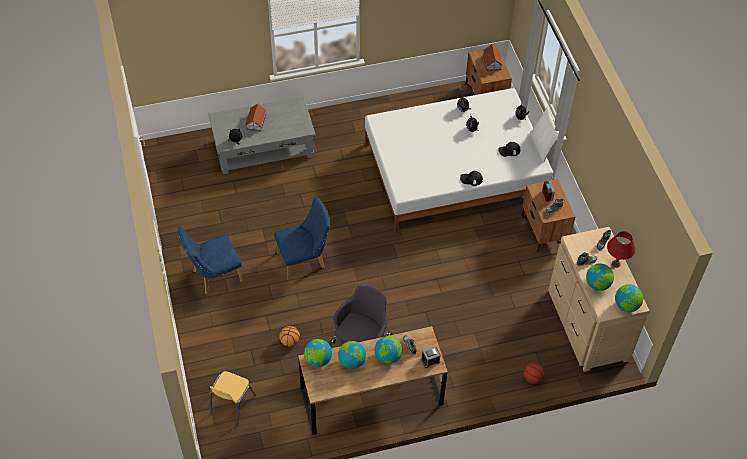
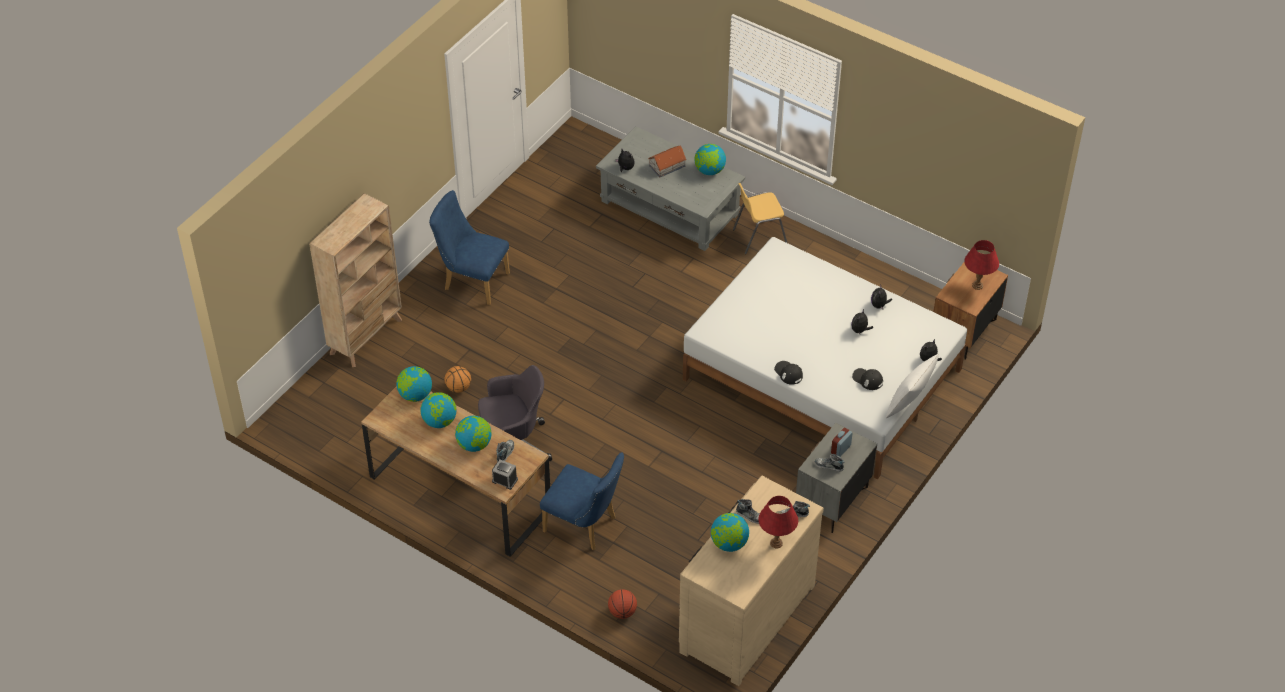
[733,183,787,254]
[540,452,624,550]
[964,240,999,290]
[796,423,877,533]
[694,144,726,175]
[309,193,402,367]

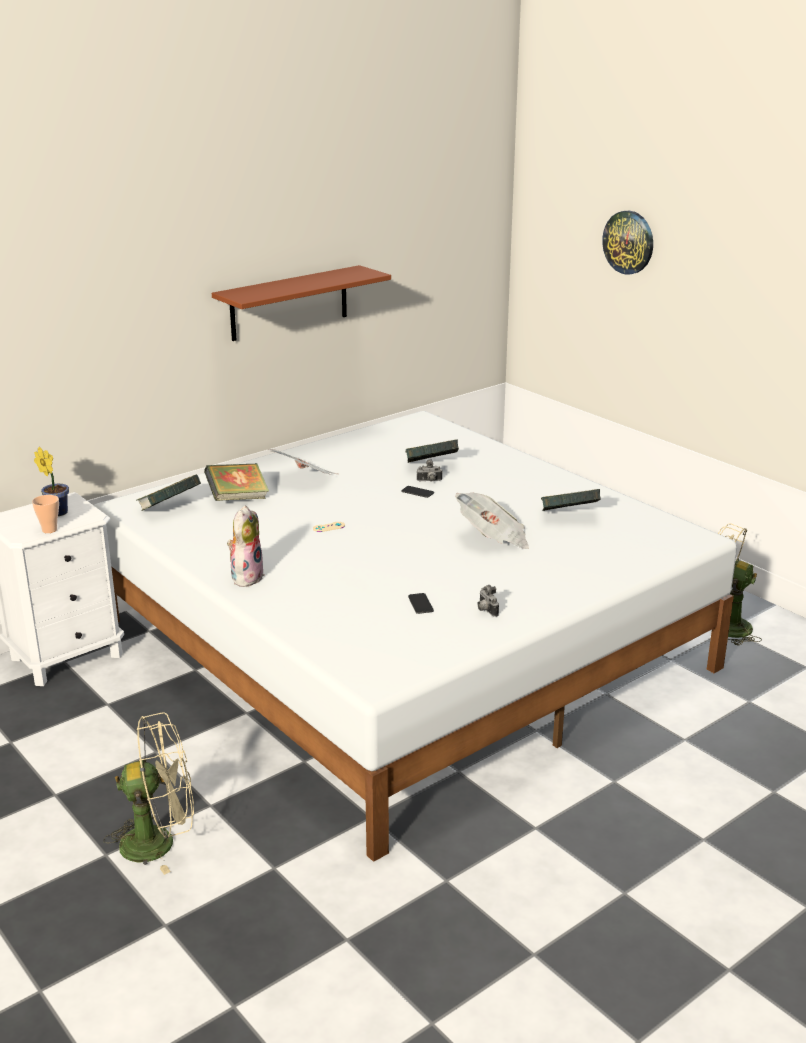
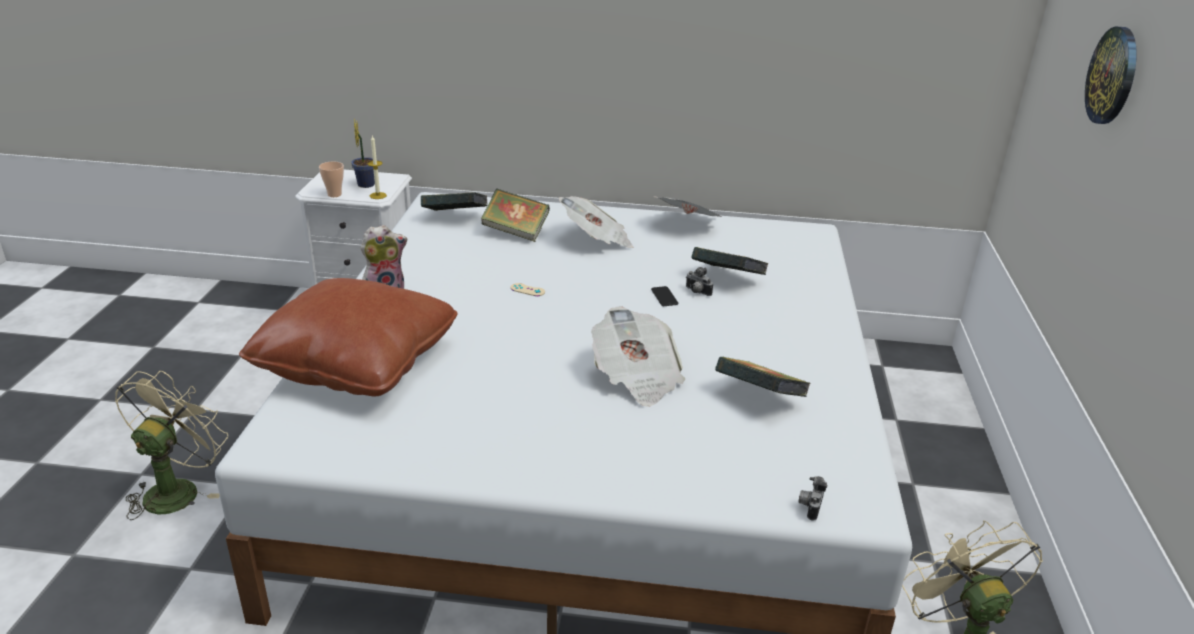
[115,371,228,520]
[212,265,391,341] (first image)
[408,593,434,614] (first image)
[798,476,827,521]
[239,278,458,396]
[368,136,387,199]
[653,196,721,217]

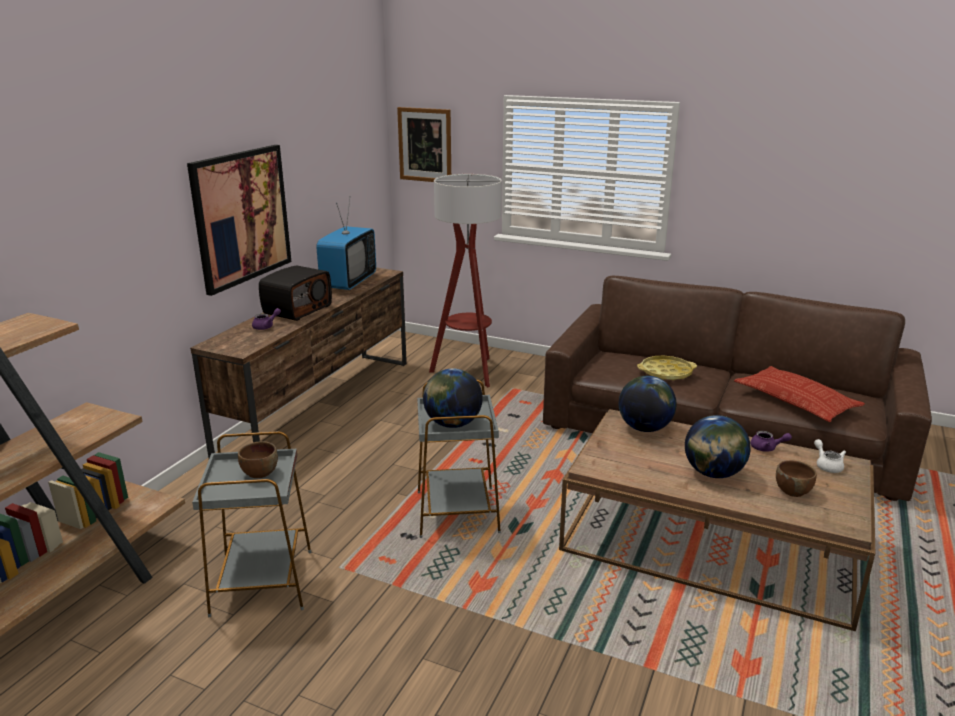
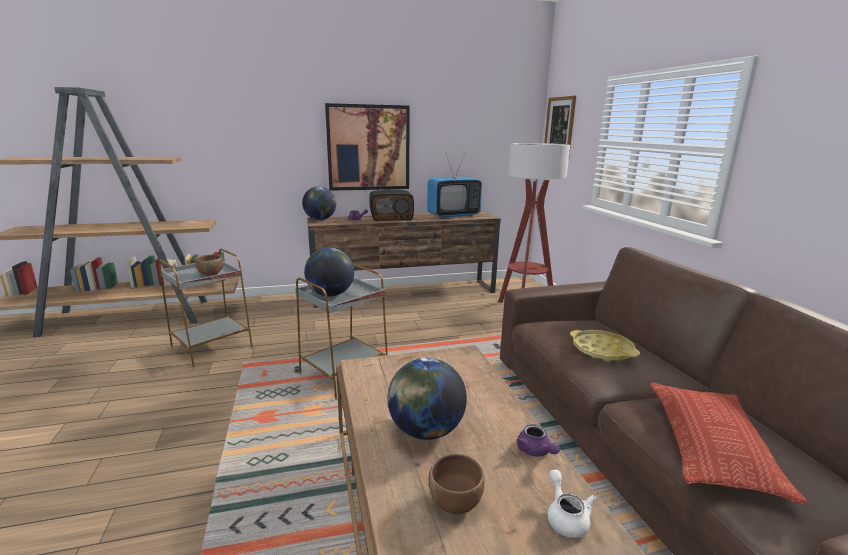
[302,186,336,220]
[548,470,596,538]

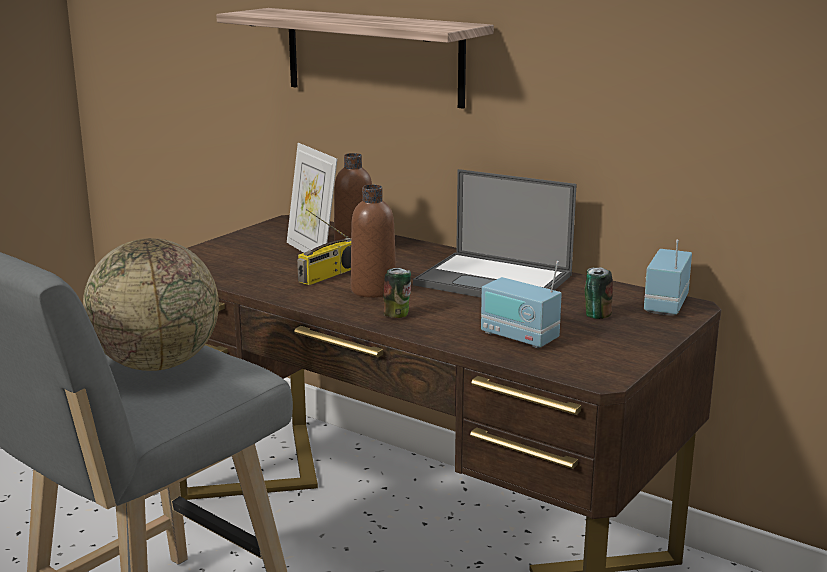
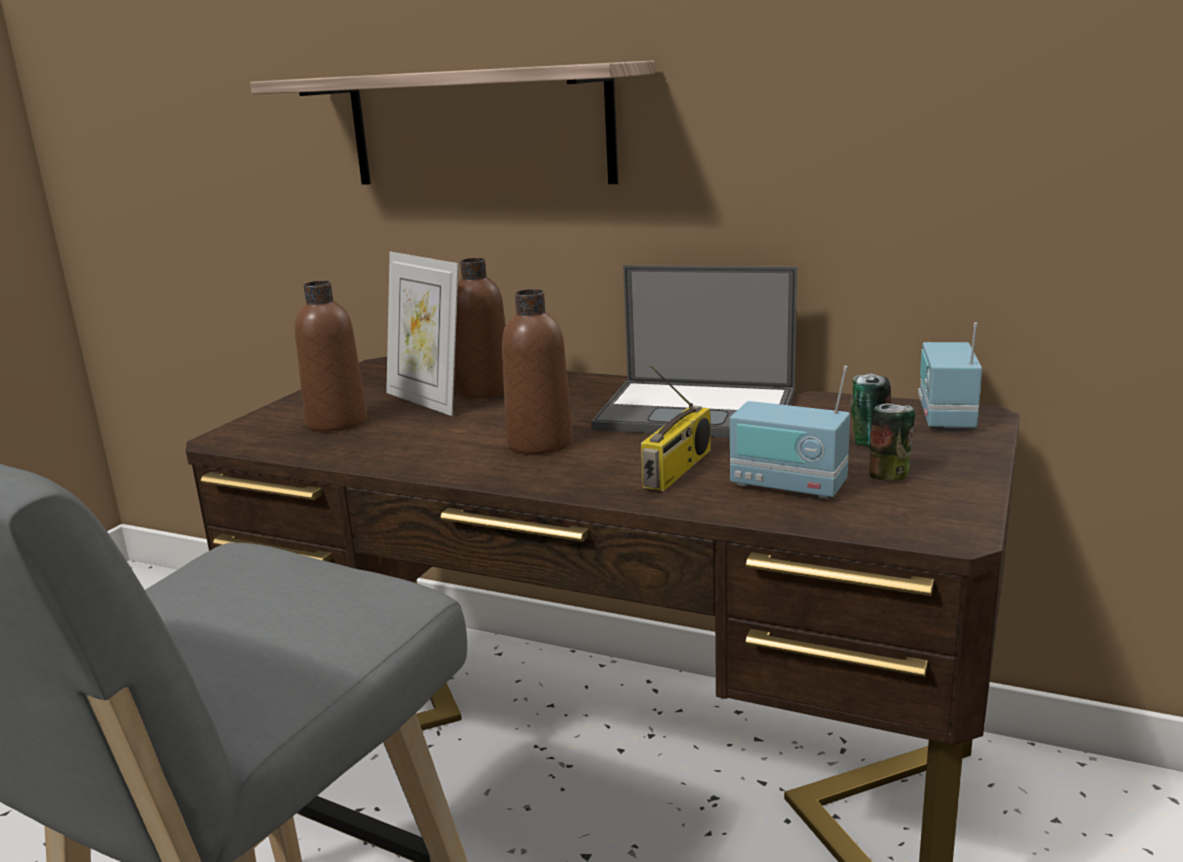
[83,238,219,371] (first image)
[641,365,711,491]
[869,404,915,481]
[295,281,367,432]

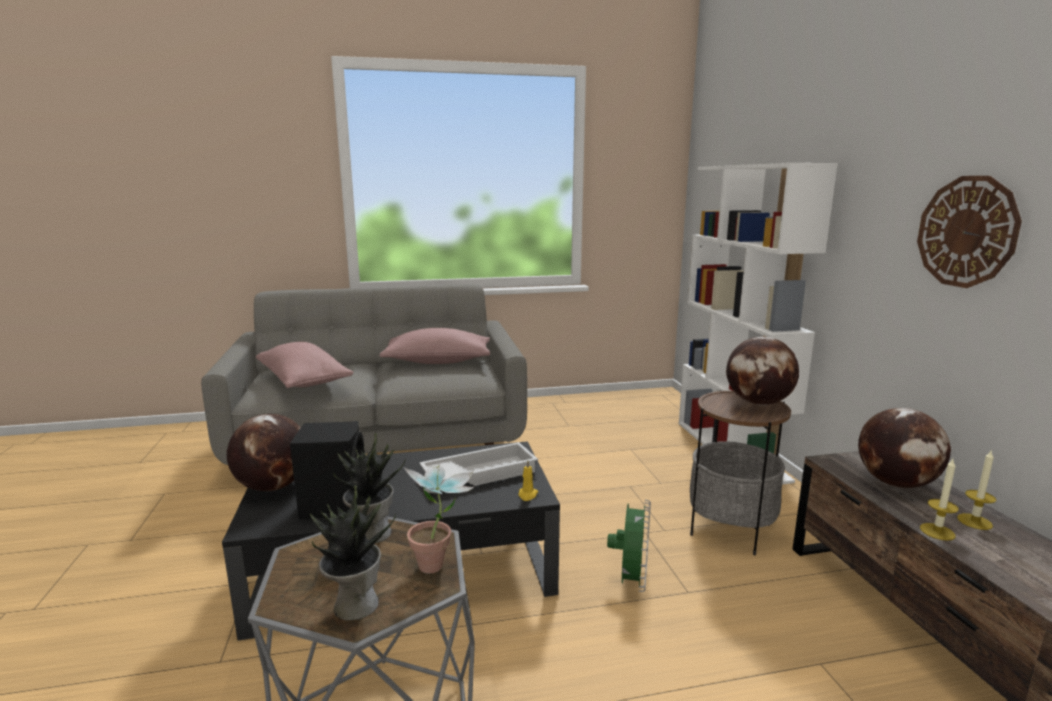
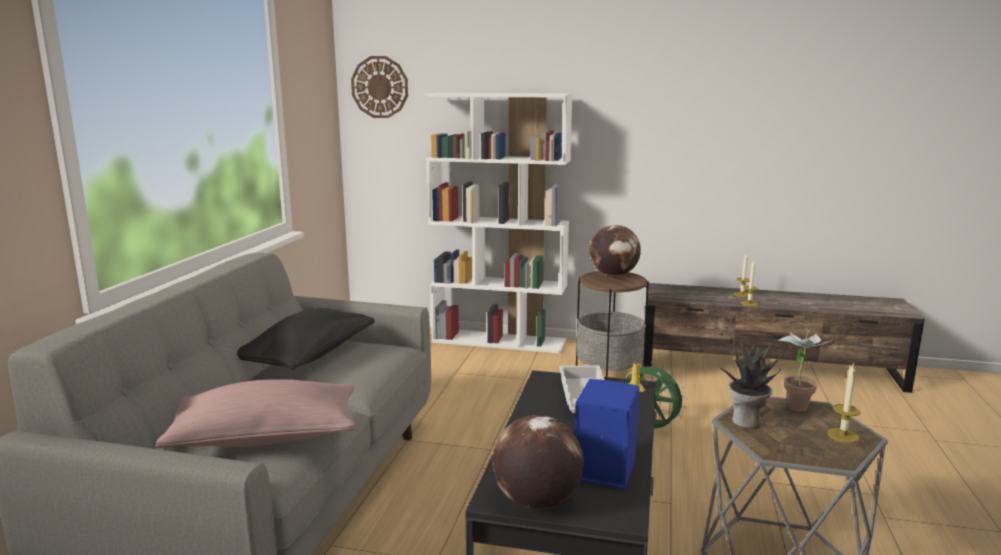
[575,379,640,489]
[827,363,861,443]
[237,308,375,370]
[858,408,951,488] (first image)
[351,56,408,118]

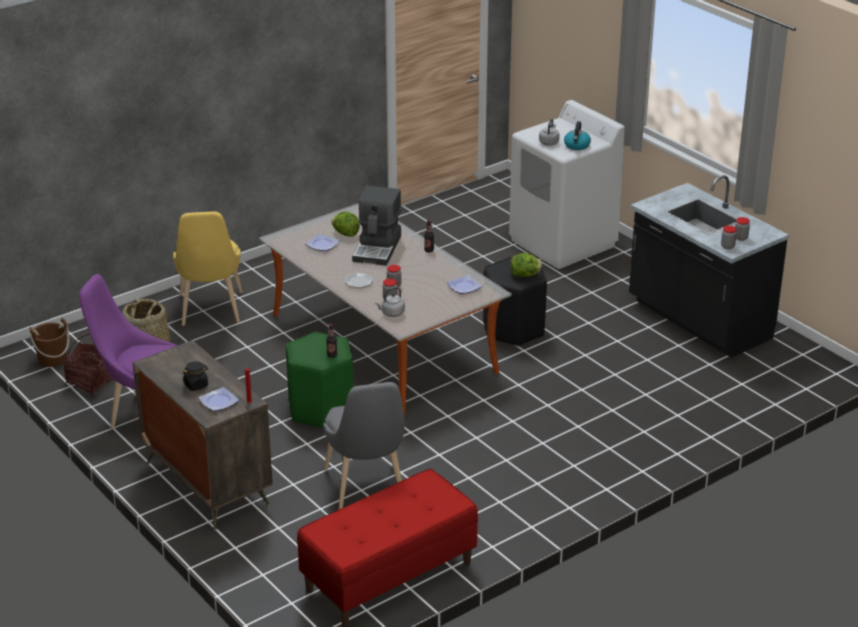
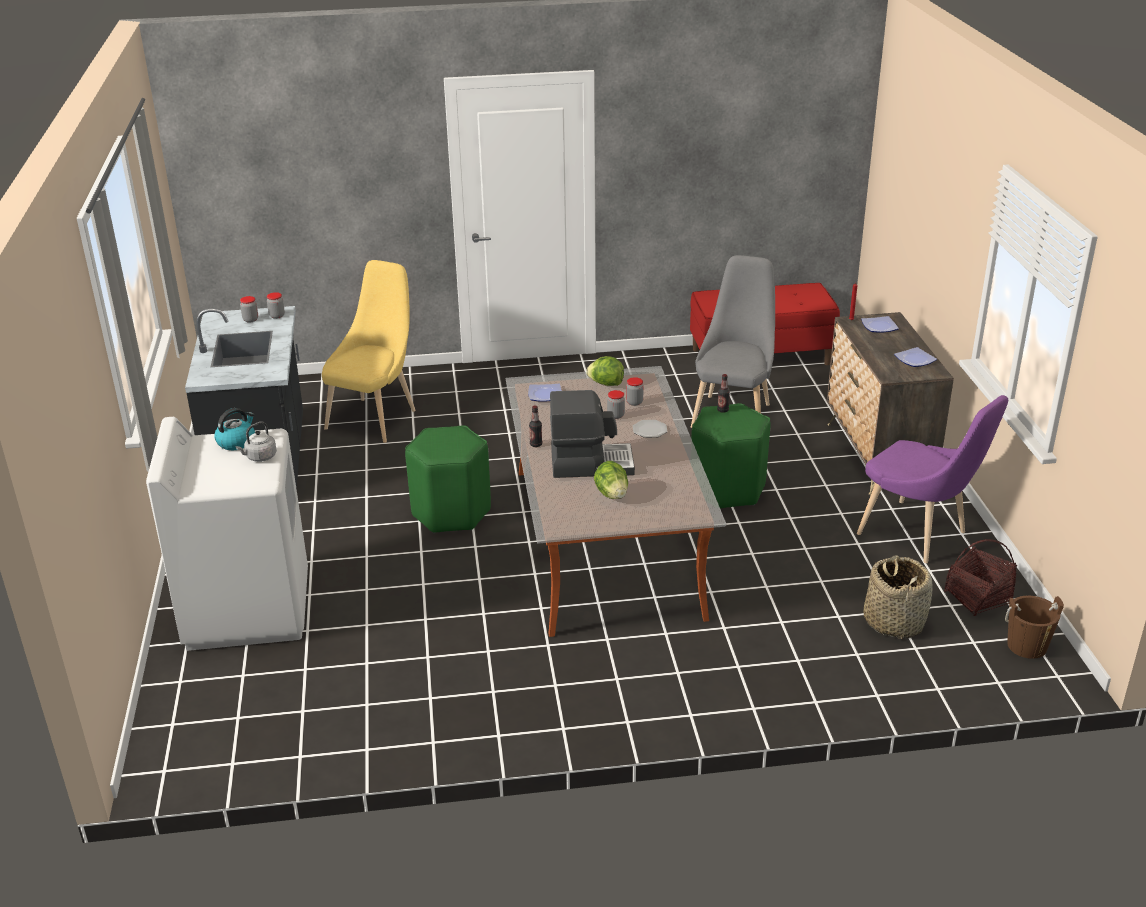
[322,260,416,443]
[183,361,208,391] (first image)
[894,347,937,367]
[550,390,635,478]
[375,287,405,317] (first image)
[405,425,491,533]
[586,356,624,386]

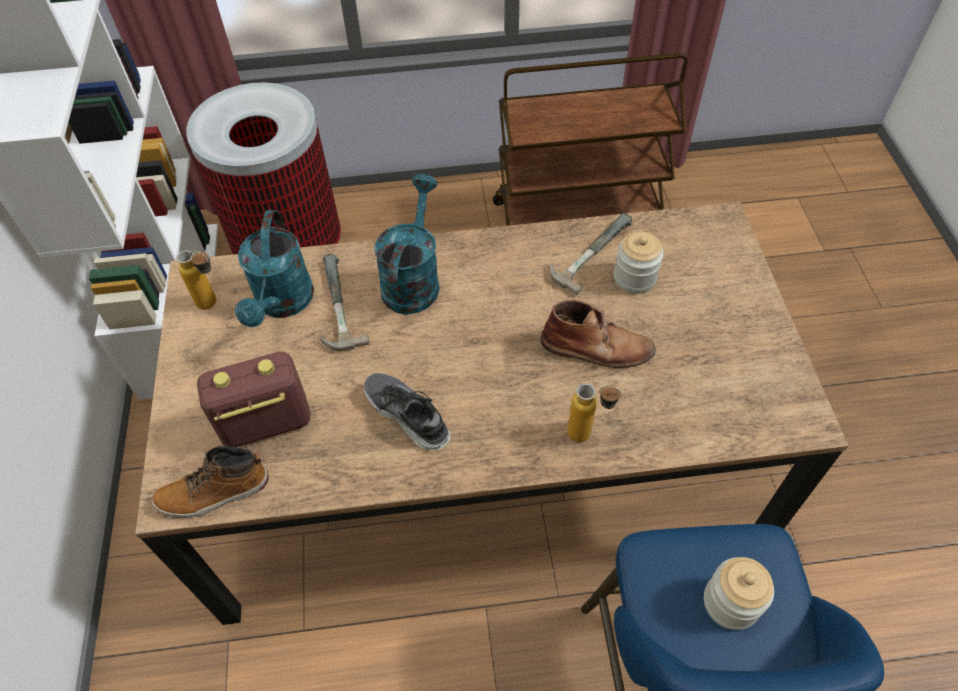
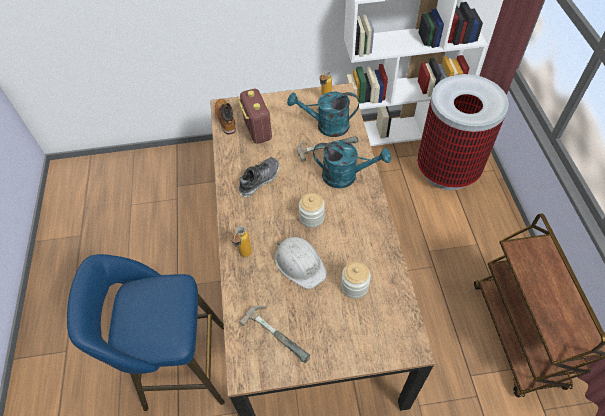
[275,237,327,289]
[239,306,310,363]
[299,193,325,228]

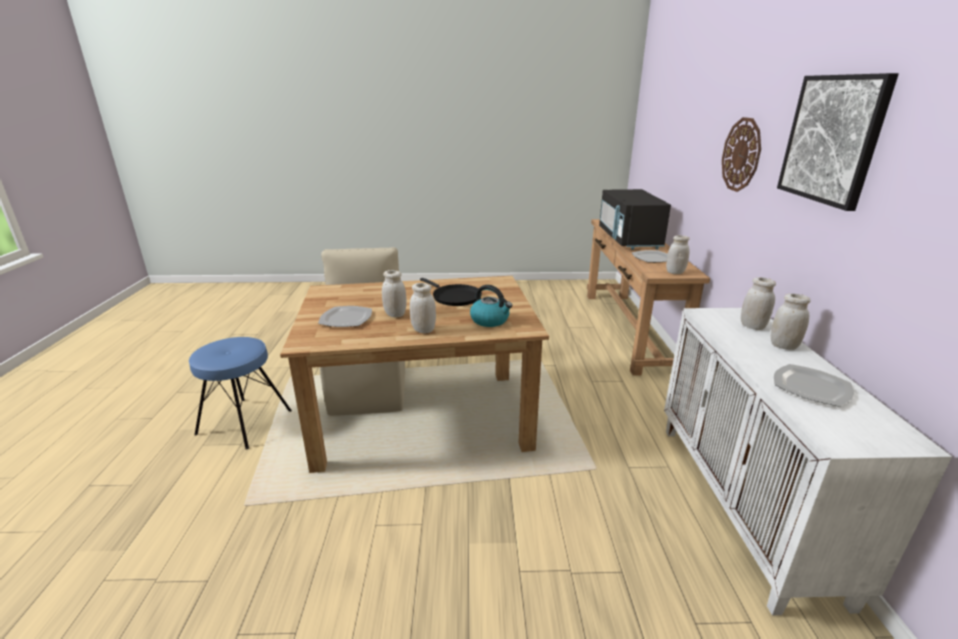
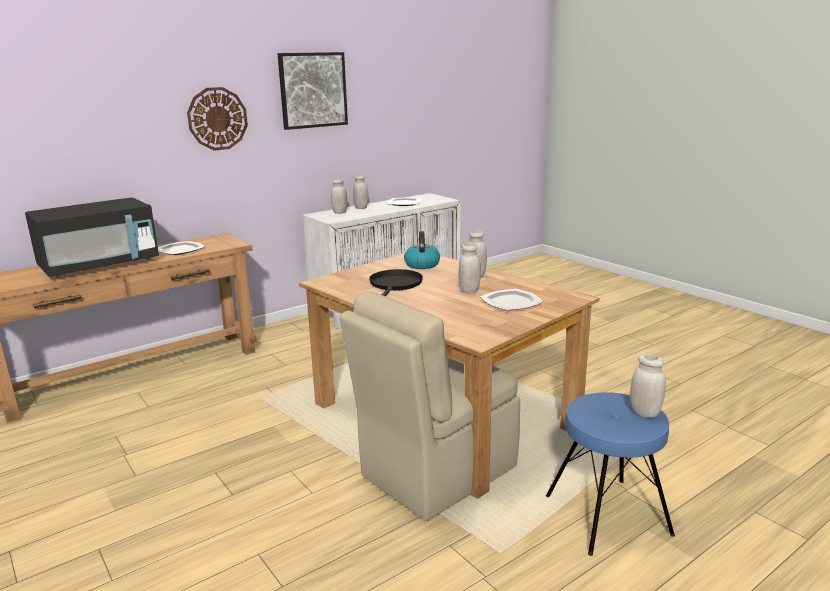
[630,354,666,418]

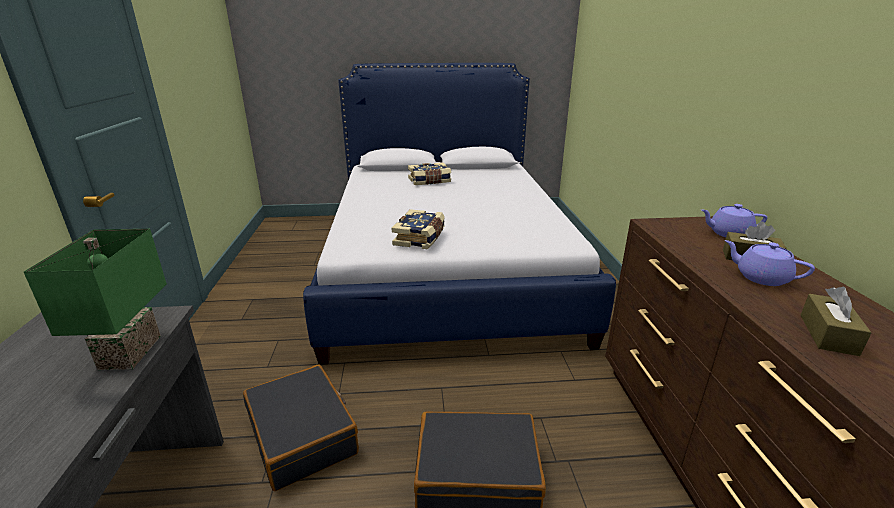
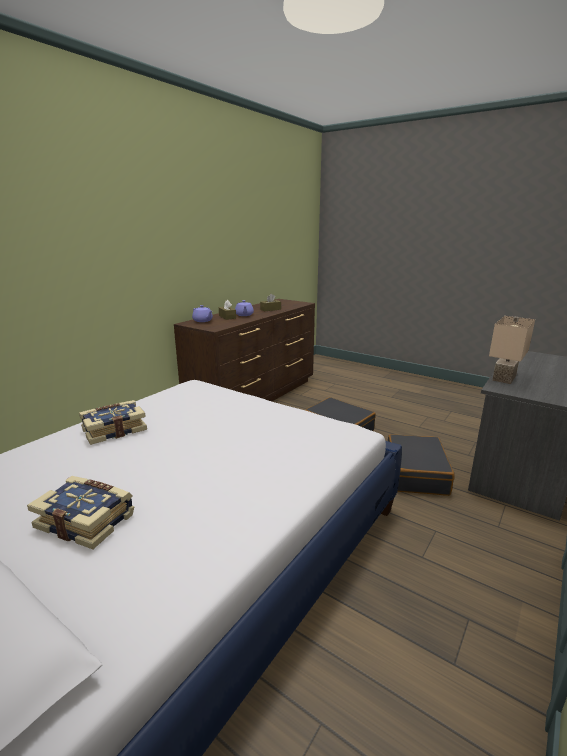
[489,316,535,384]
[79,400,147,445]

